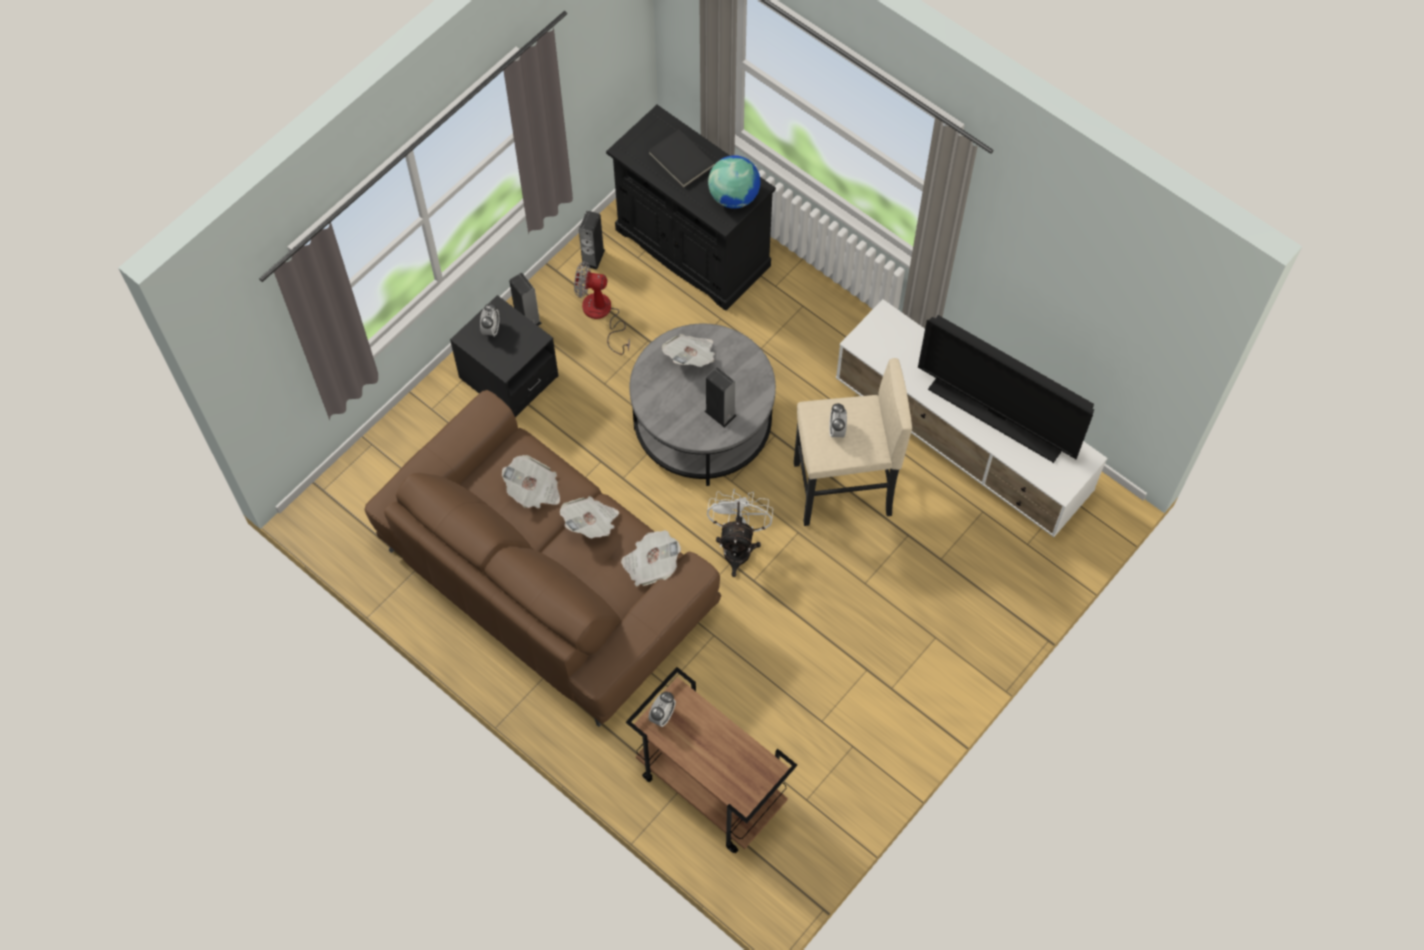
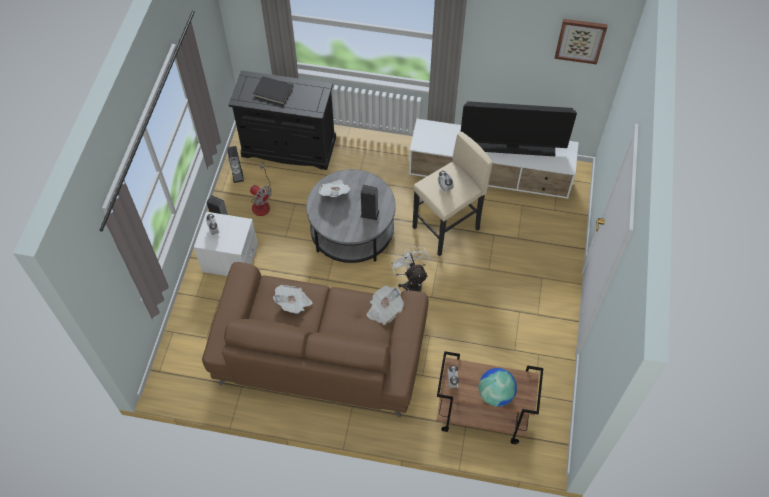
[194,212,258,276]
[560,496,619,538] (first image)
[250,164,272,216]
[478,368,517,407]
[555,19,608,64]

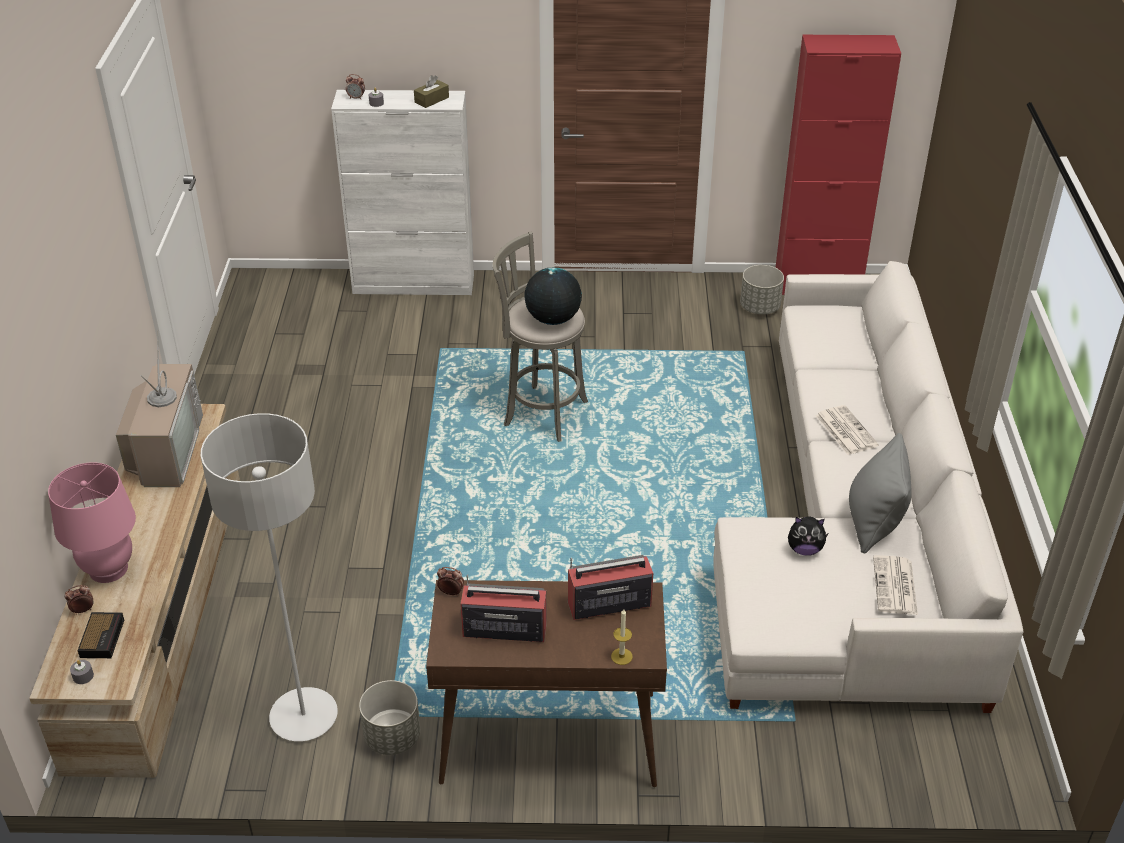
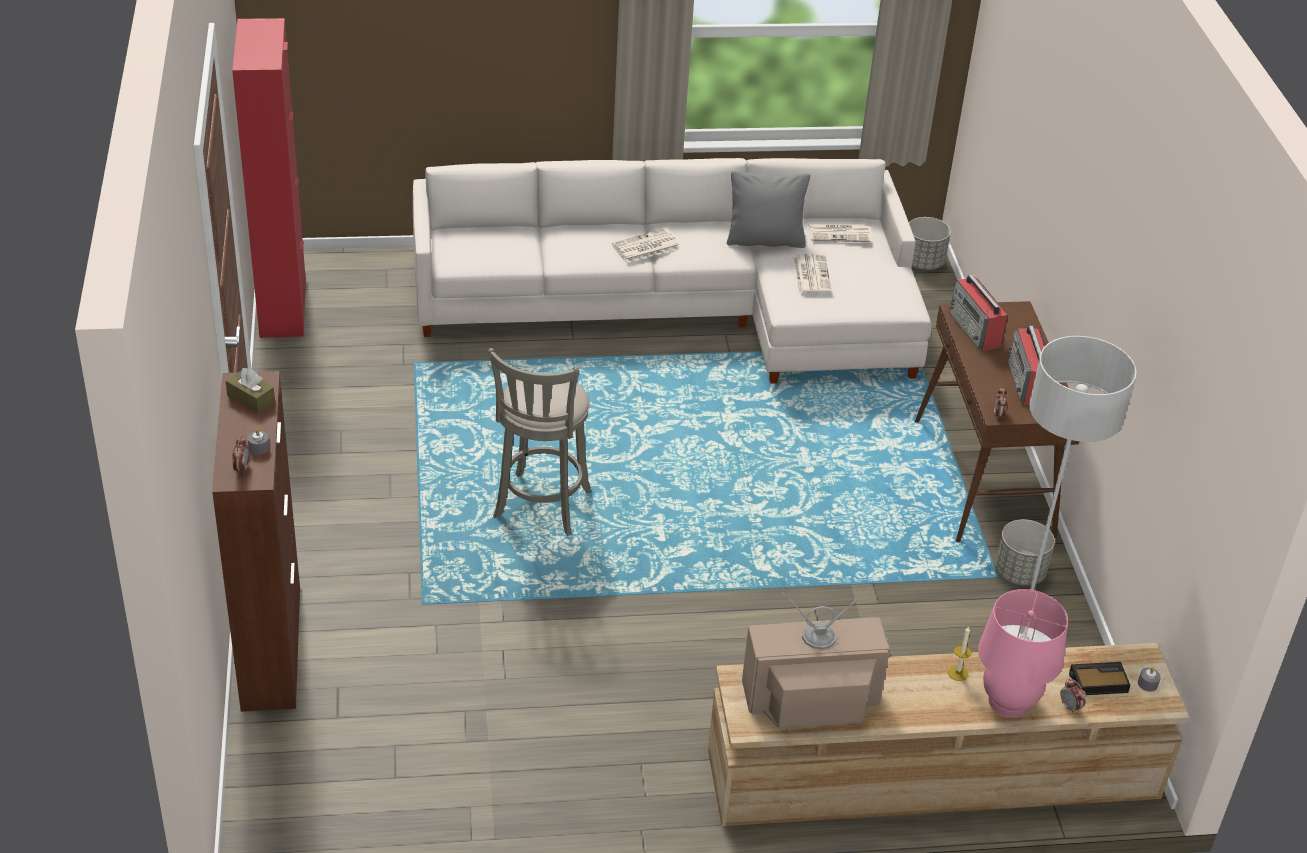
[212,371,300,712]
[524,267,582,325] (first image)
[948,626,972,681]
[909,217,951,270]
[794,254,832,293]

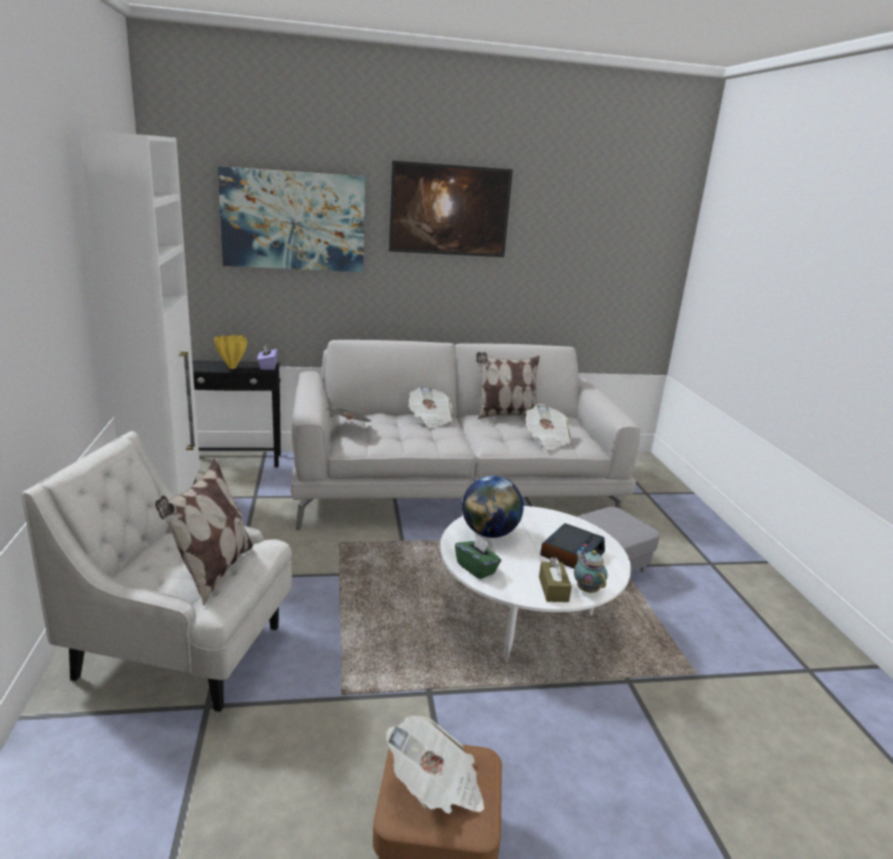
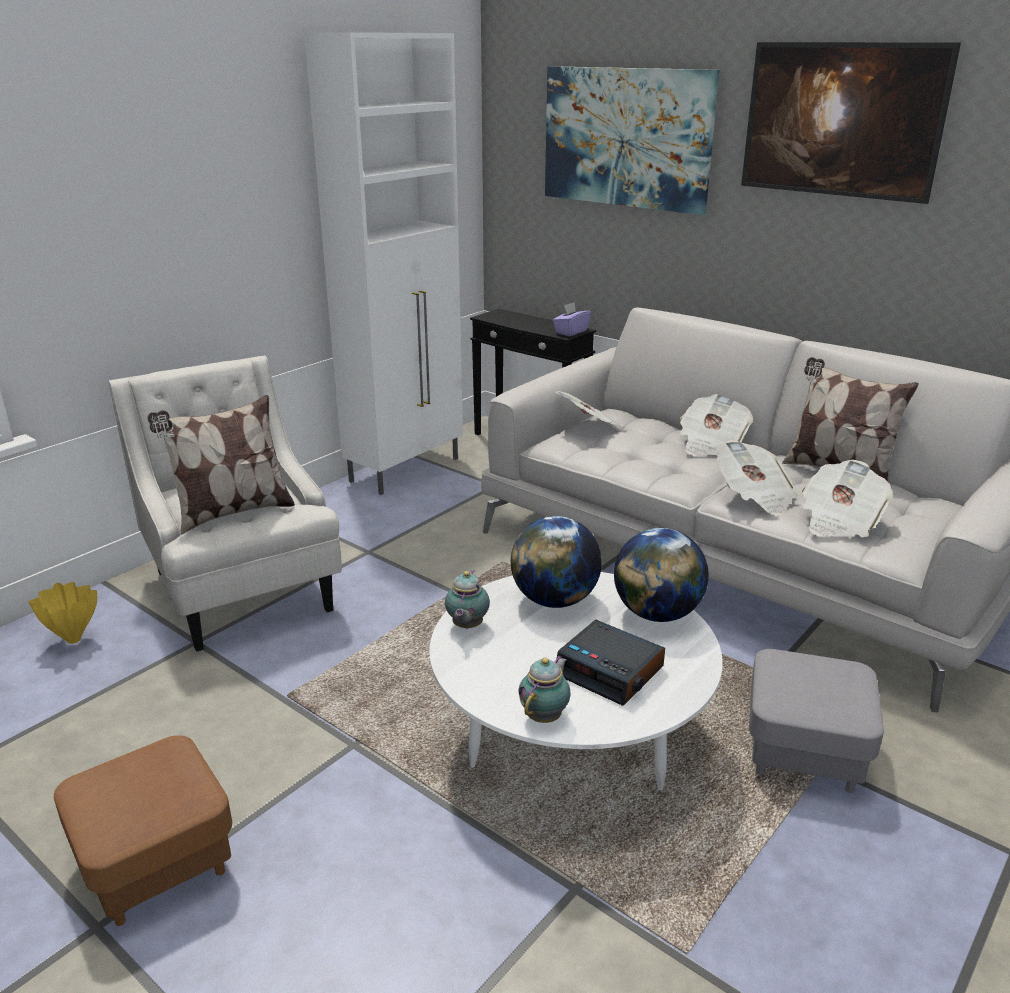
[28,582,97,644]
[717,440,798,516]
[445,571,490,629]
[539,557,572,602] (first image)
[556,620,665,705]
[614,528,709,622]

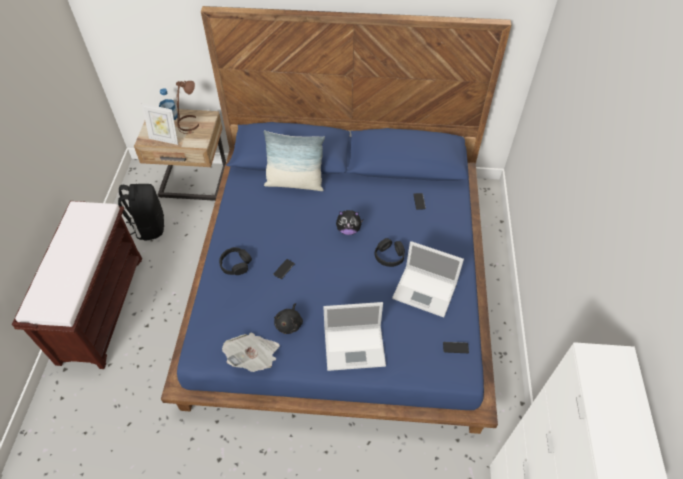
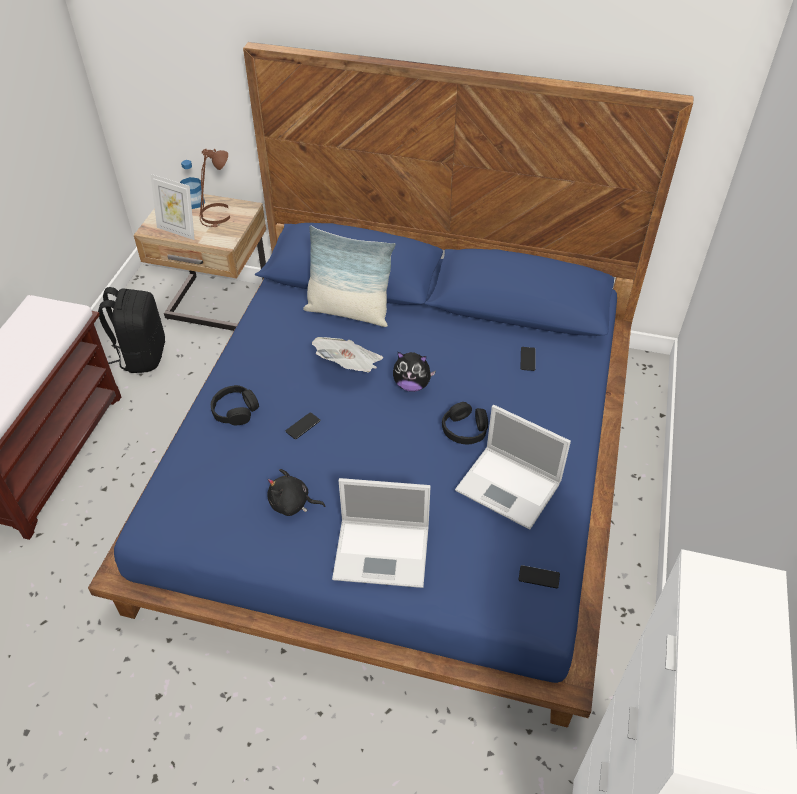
[312,337,383,373]
[267,469,325,516]

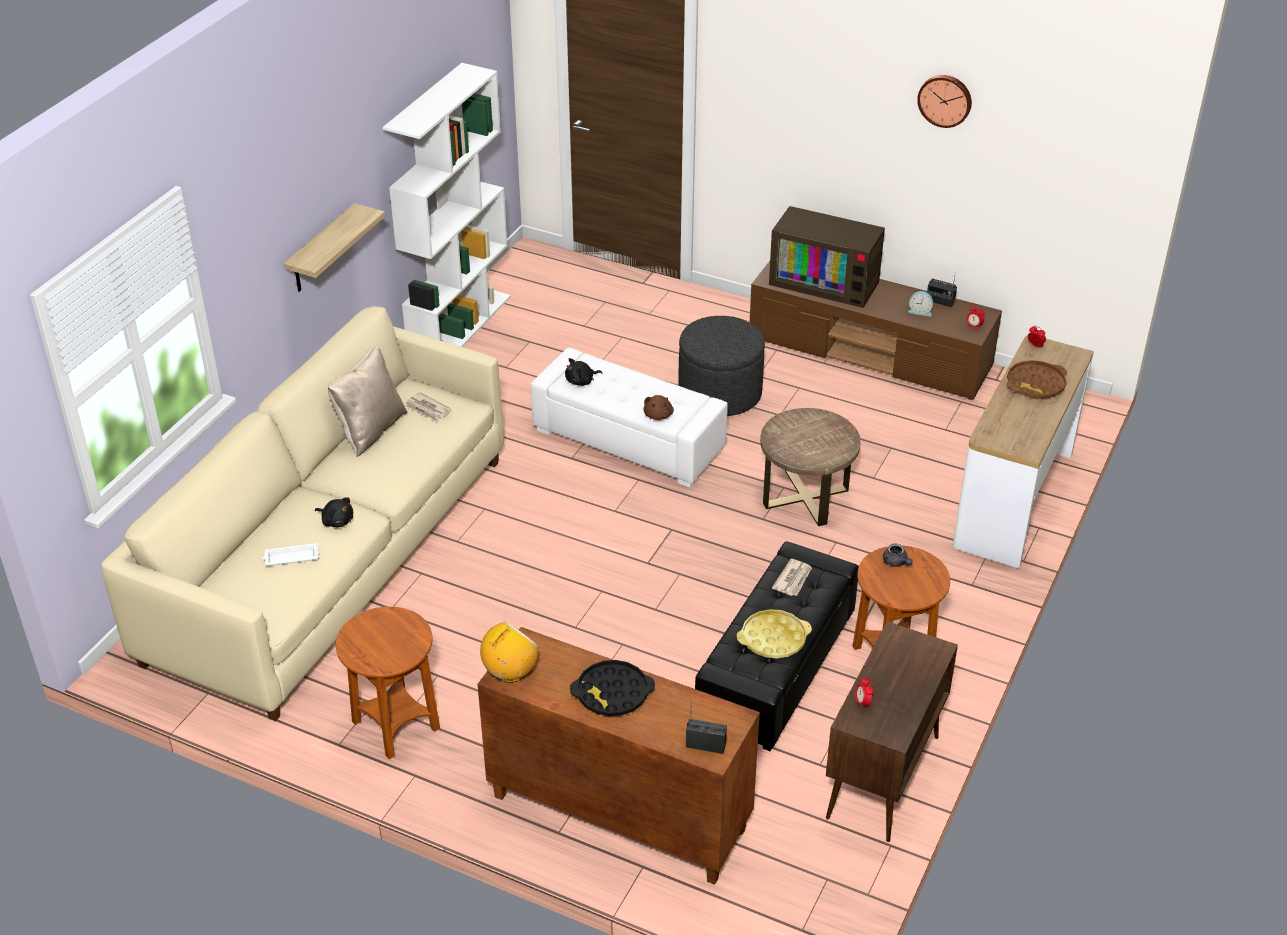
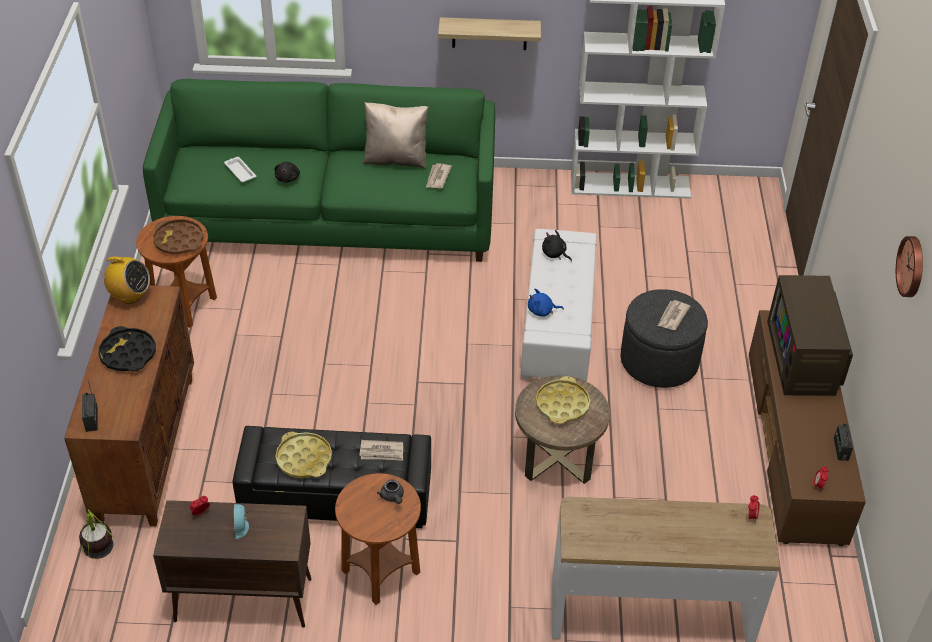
[143,79,495,262]
[528,289,564,317]
[377,480,404,504]
[234,504,249,539]
[153,219,203,254]
[77,509,114,559]
[536,376,590,424]
[658,300,691,330]

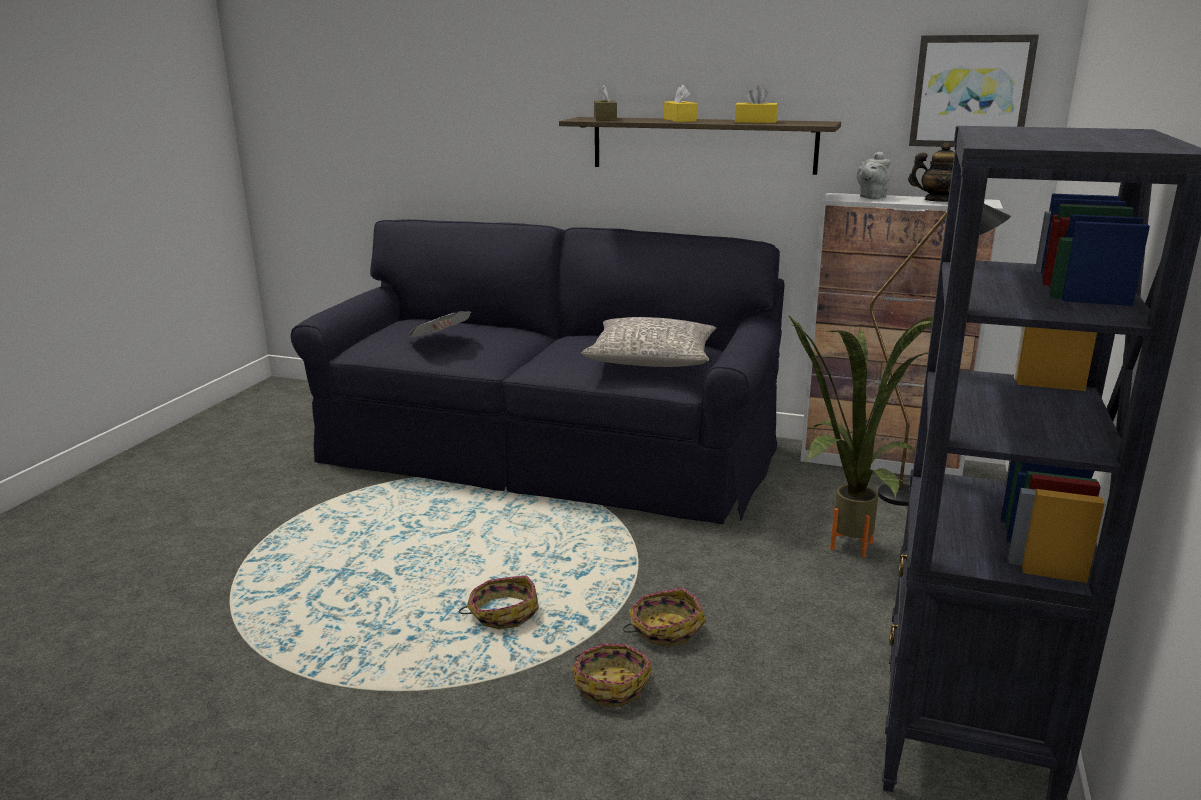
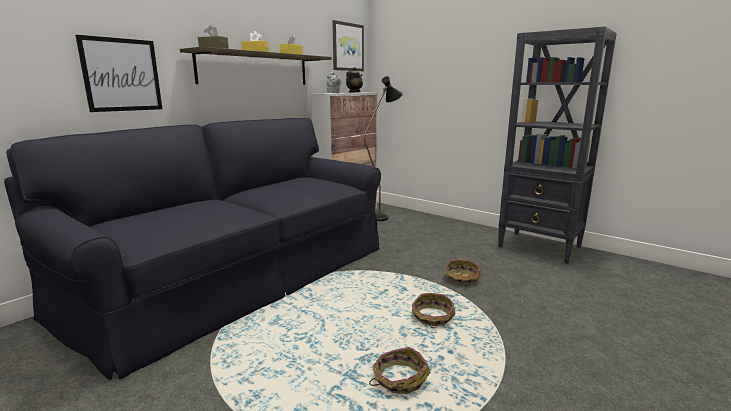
[407,311,471,338] (first image)
[369,347,430,394]
[582,317,716,367] (first image)
[788,315,933,558] (first image)
[75,35,162,112]

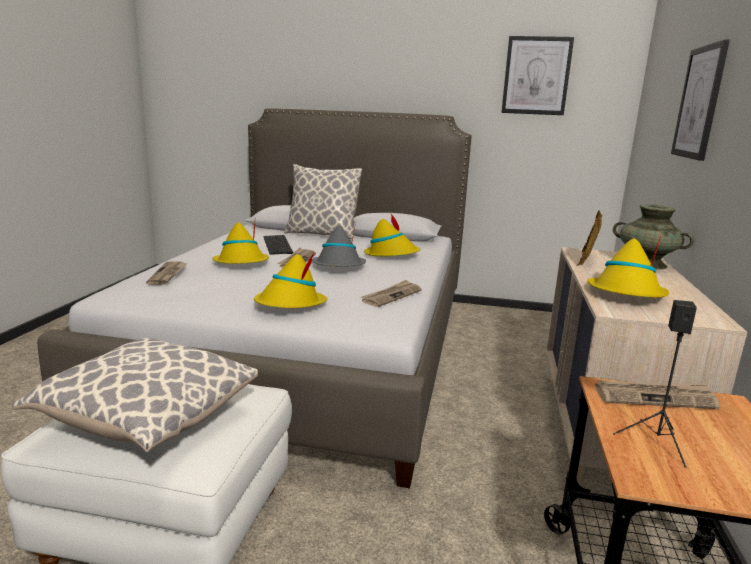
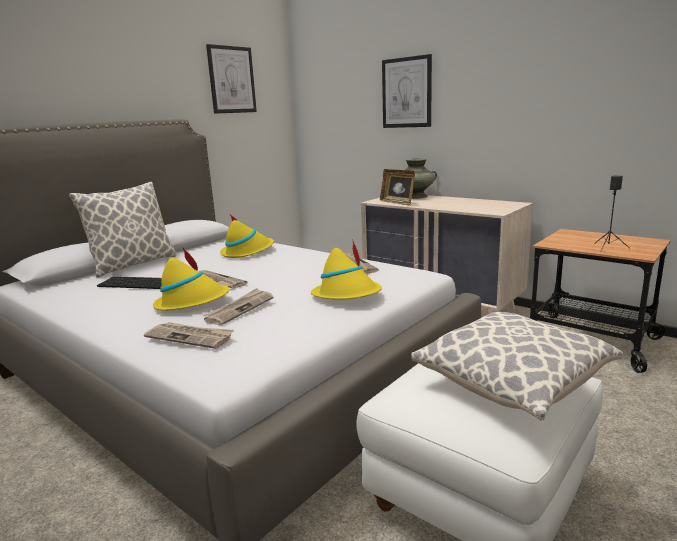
[312,222,366,267] (first image)
[587,235,669,298] (first image)
[203,288,274,325]

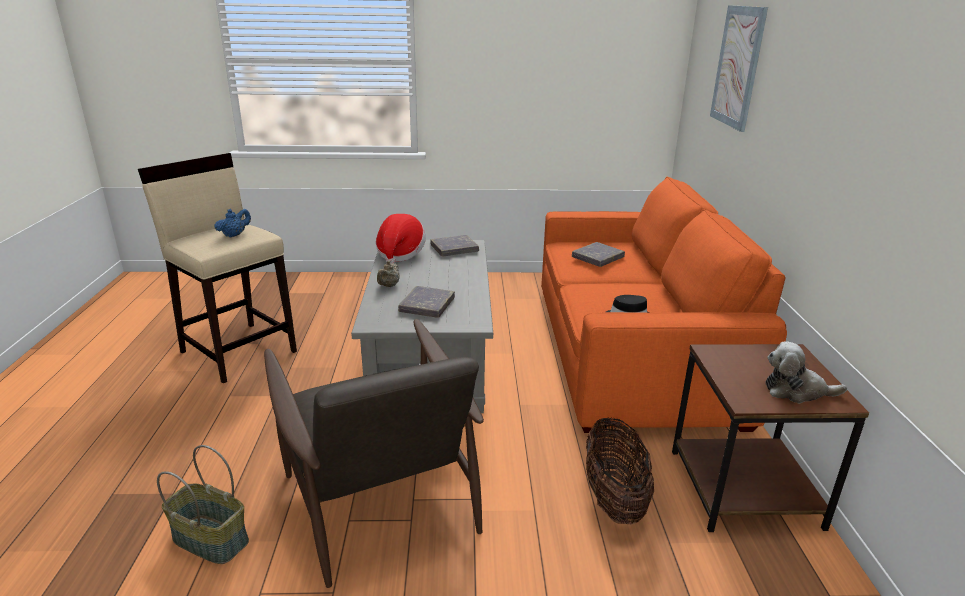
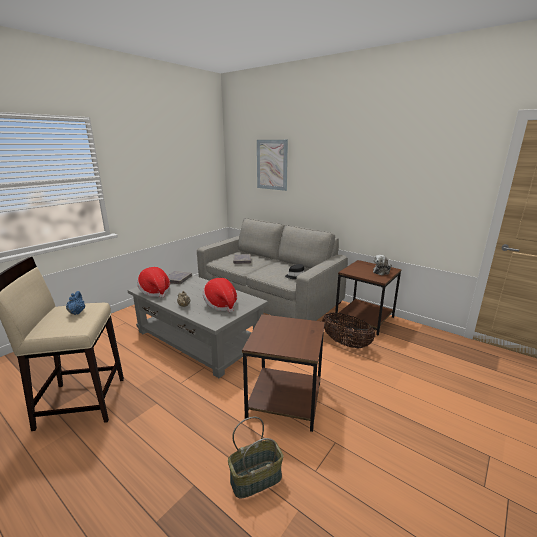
[242,314,325,432]
[203,278,237,312]
[197,218,348,321]

